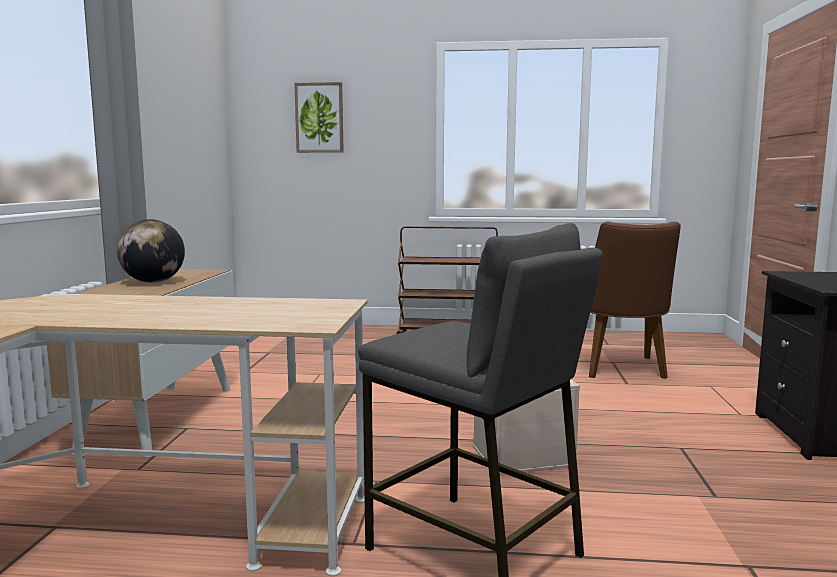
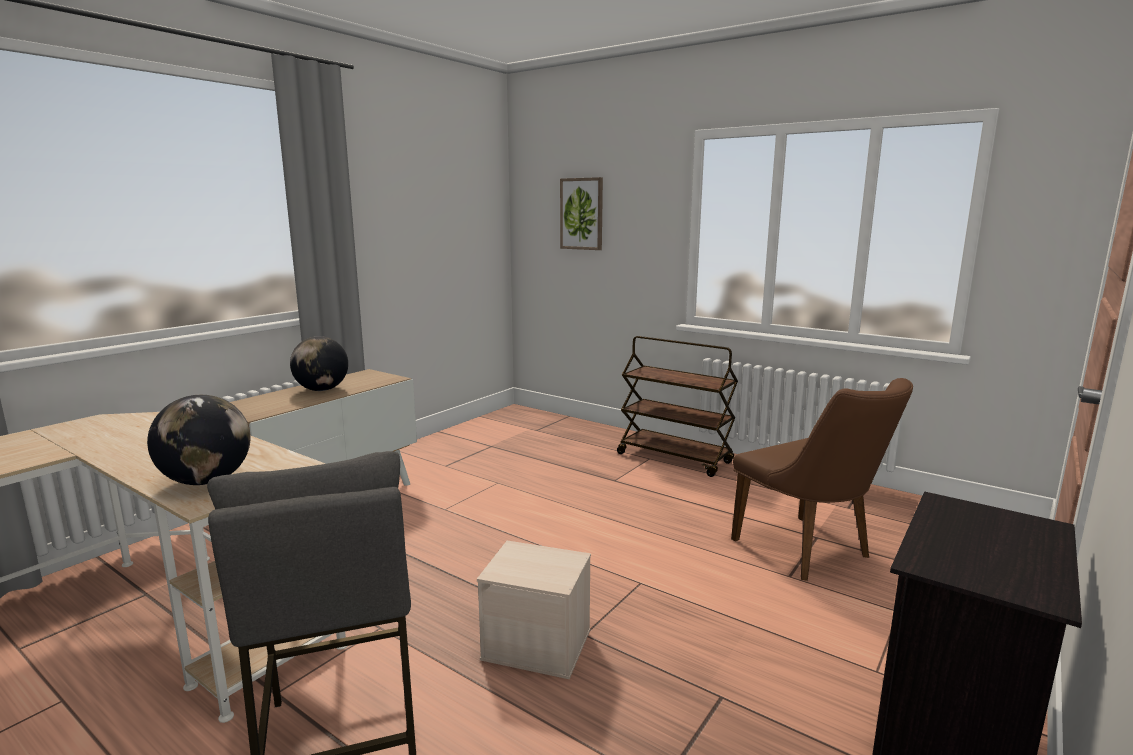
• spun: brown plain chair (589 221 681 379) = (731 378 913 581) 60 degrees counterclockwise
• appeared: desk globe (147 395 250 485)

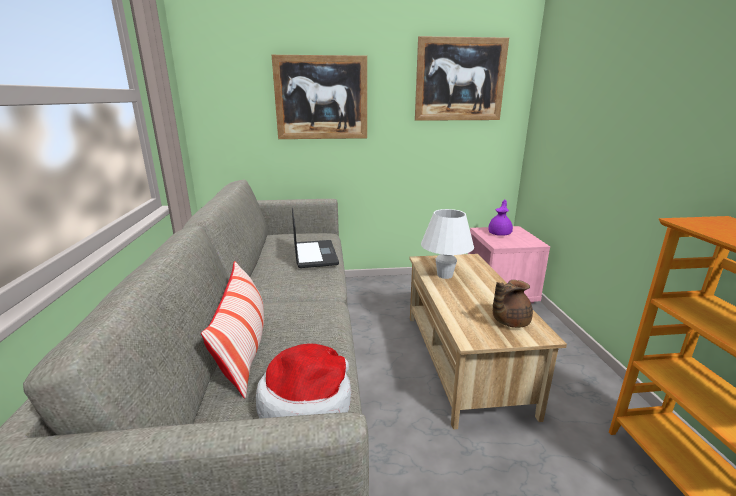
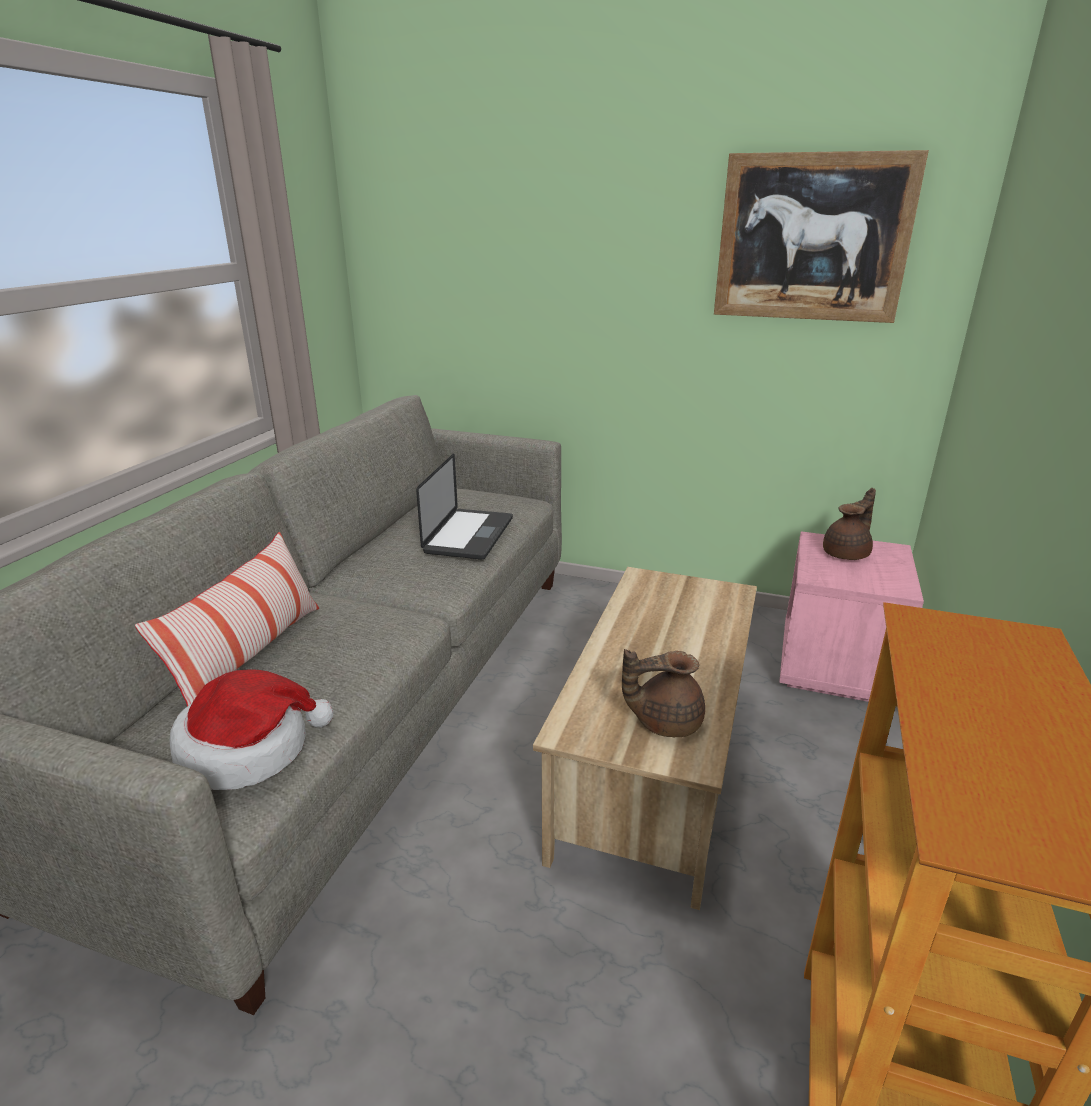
• missing: wall art (272 55 367 139)
• colour: purplish pot for tea (488 200 513 236) to brown pot for tea (823 488 876 560)
• missing: white-coloured tabletop lamp (421 209 474 279)

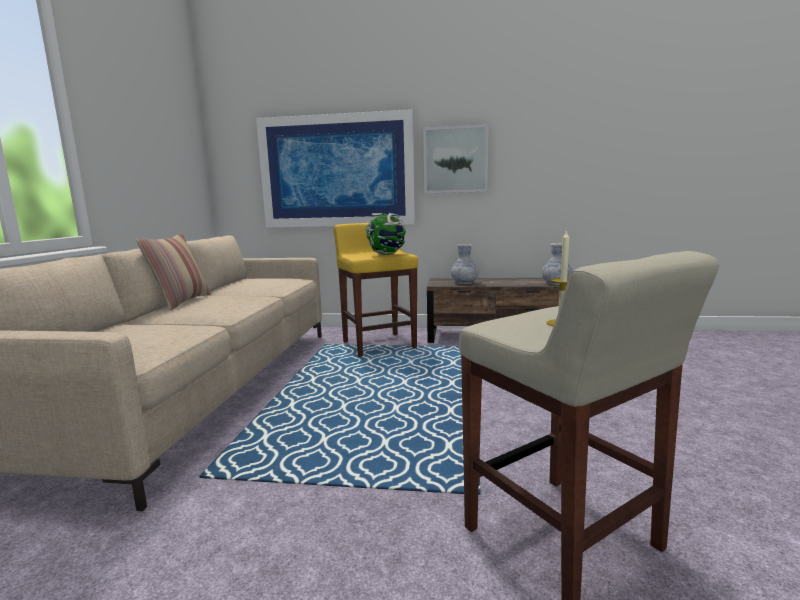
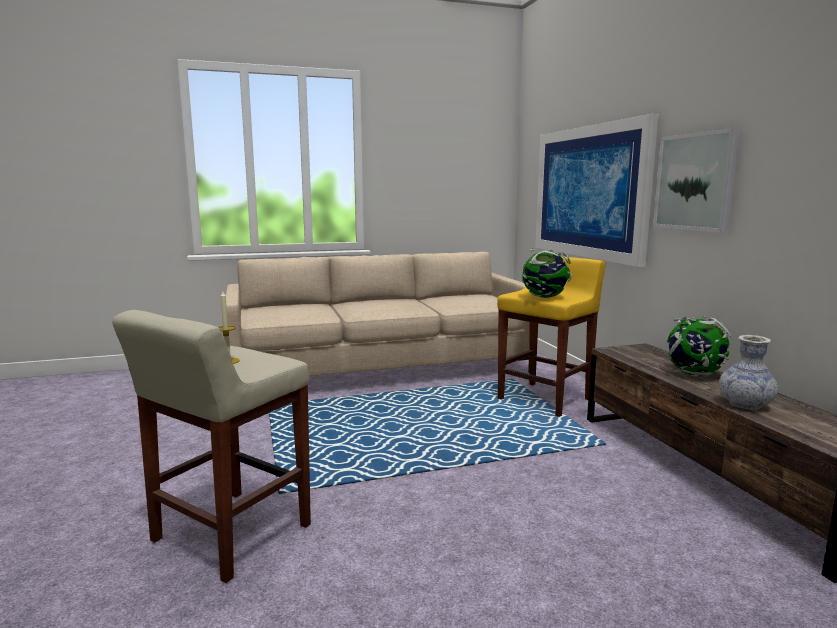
• missing: pillow (136 233 211 310)
• missing: vase (451 244 479 284)
• appeared: desk globe (667 316 731 377)

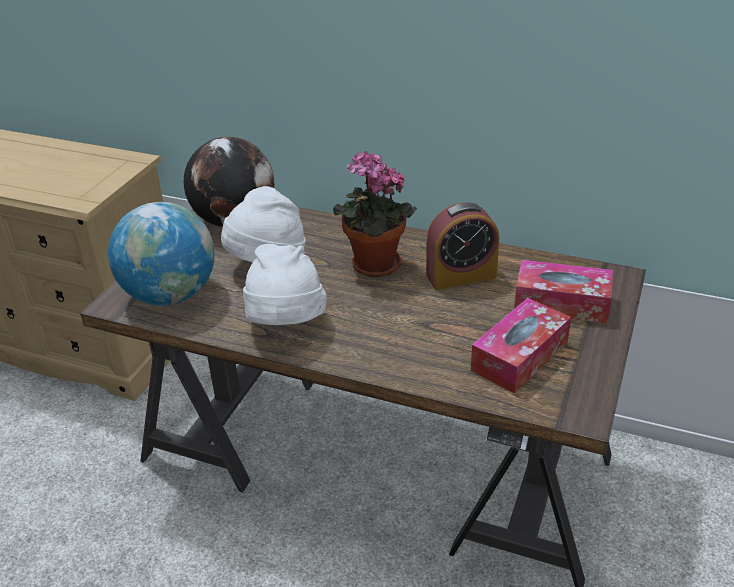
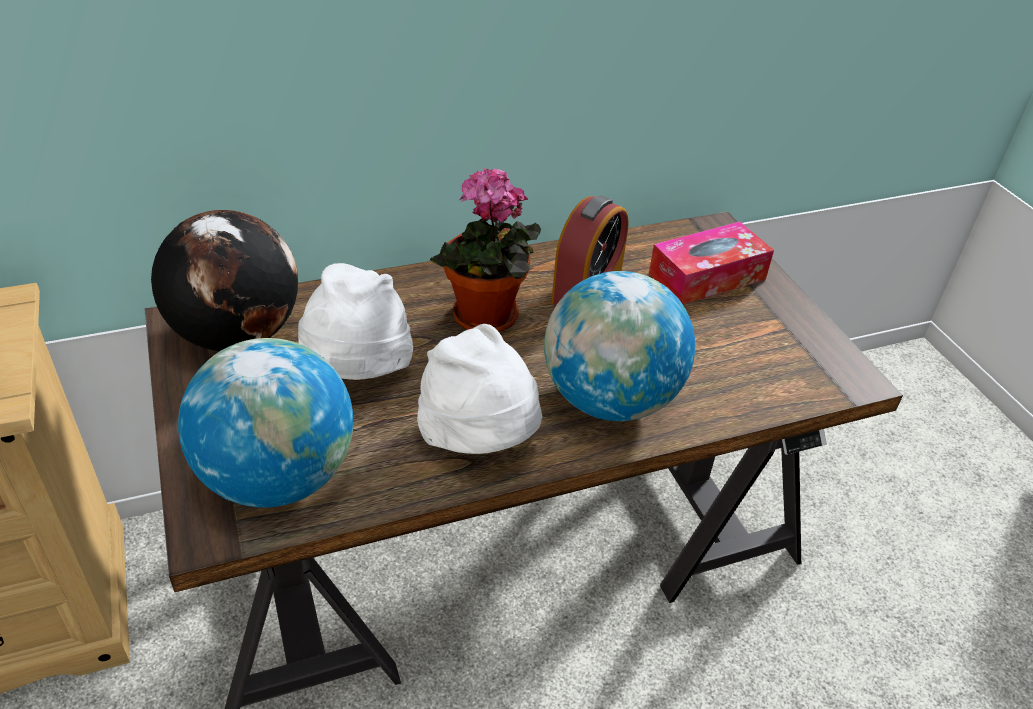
• missing: box of tissues (471 298 571 393)
• appeared: desk globe (544 271 695 421)

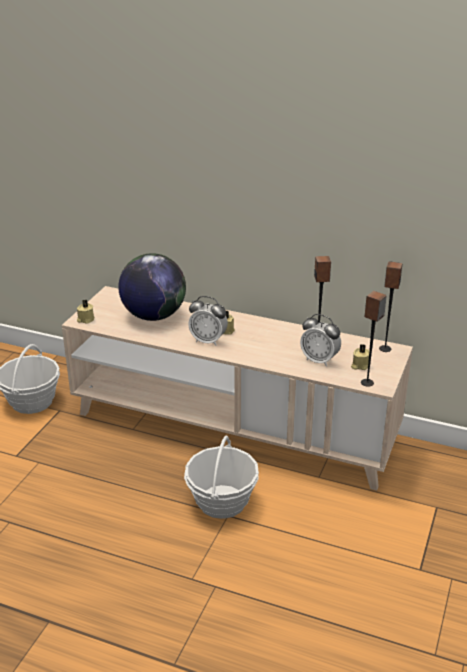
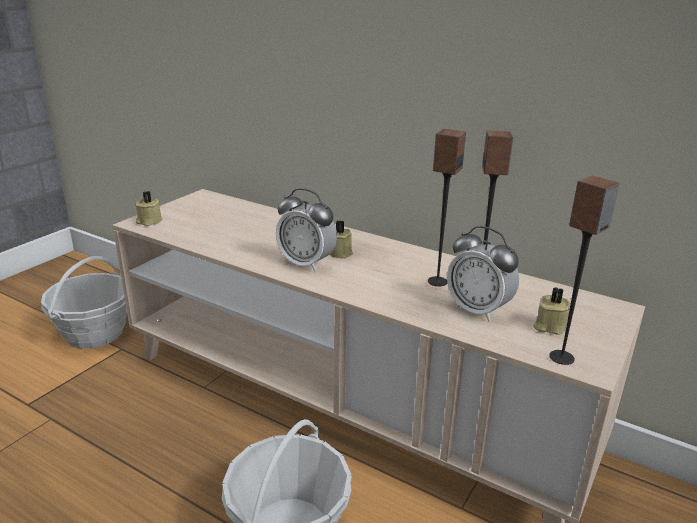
• missing: desk globe (118 253 186 321)
• relocated: speaker (379 261 402 352) to (428 129 466 286)

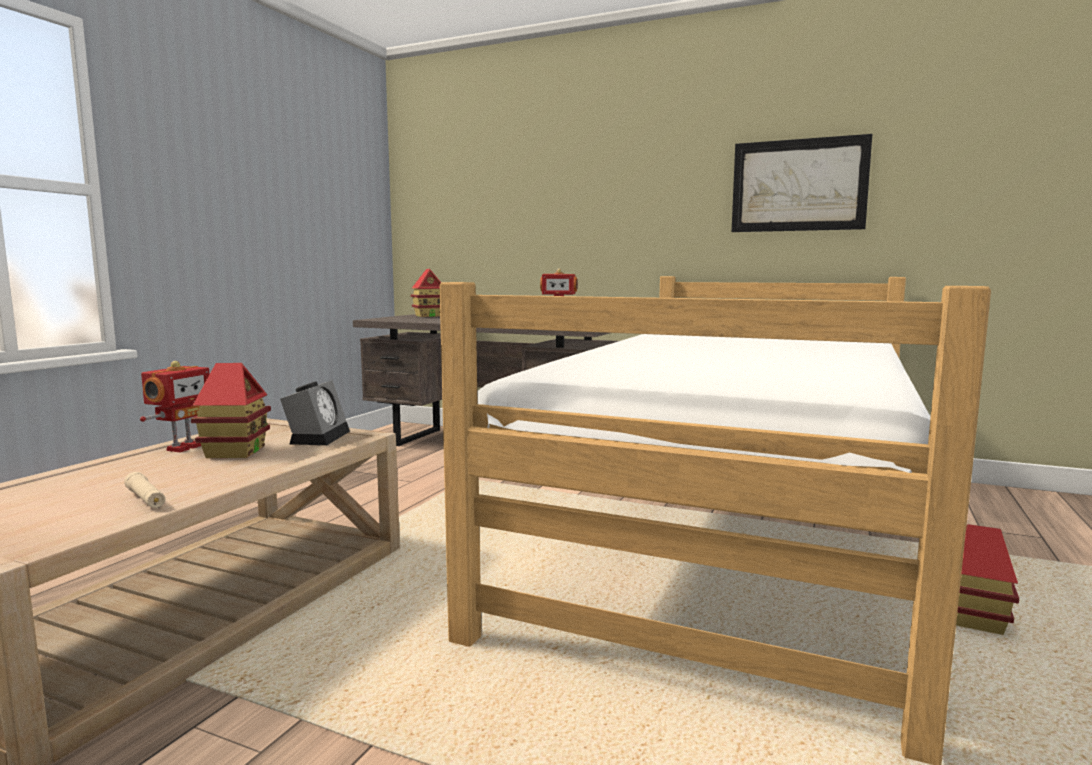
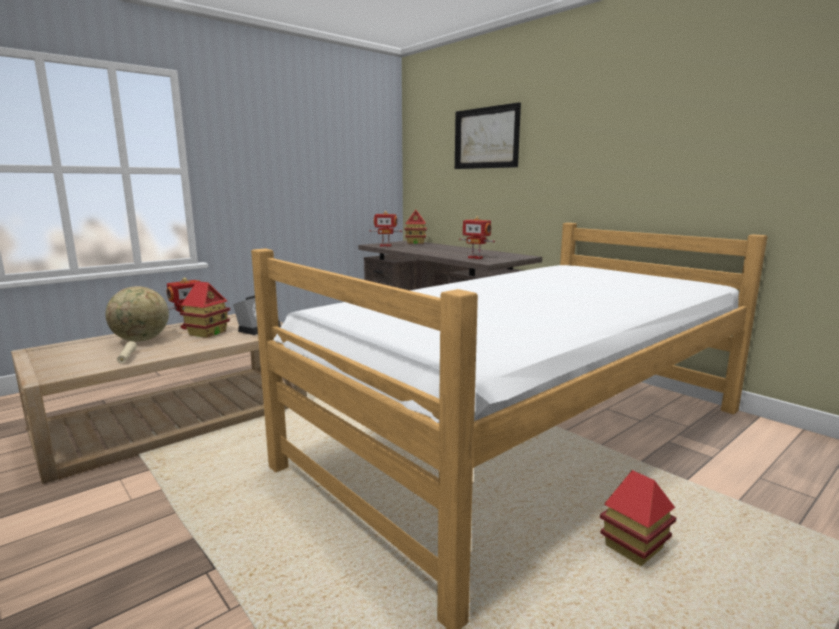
• relocated: wall art (732 134 872 232) to (455 102 521 169)
• appeared: toy robot (370 211 402 247)
• appeared: desk globe (105 286 169 342)

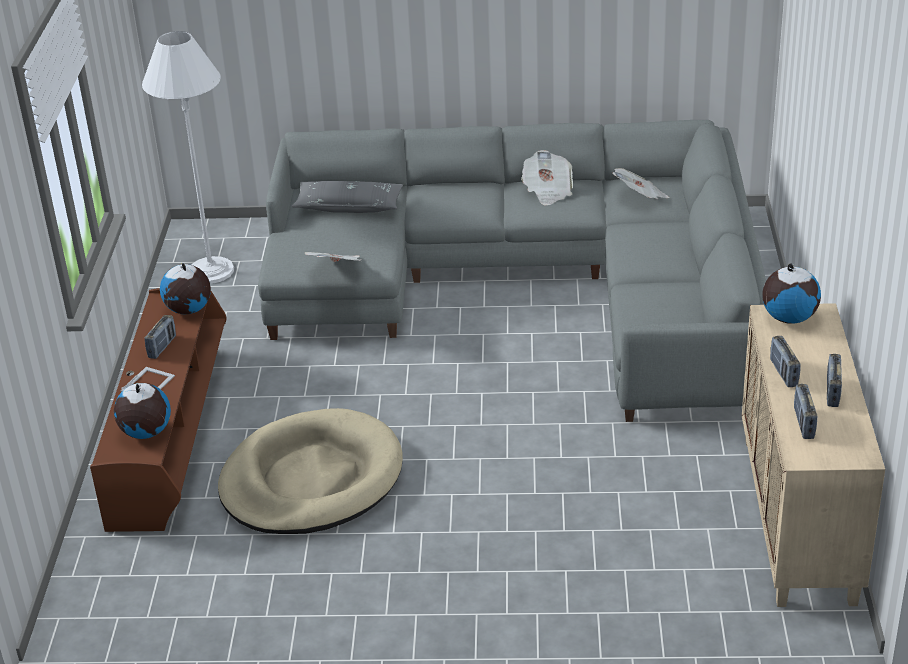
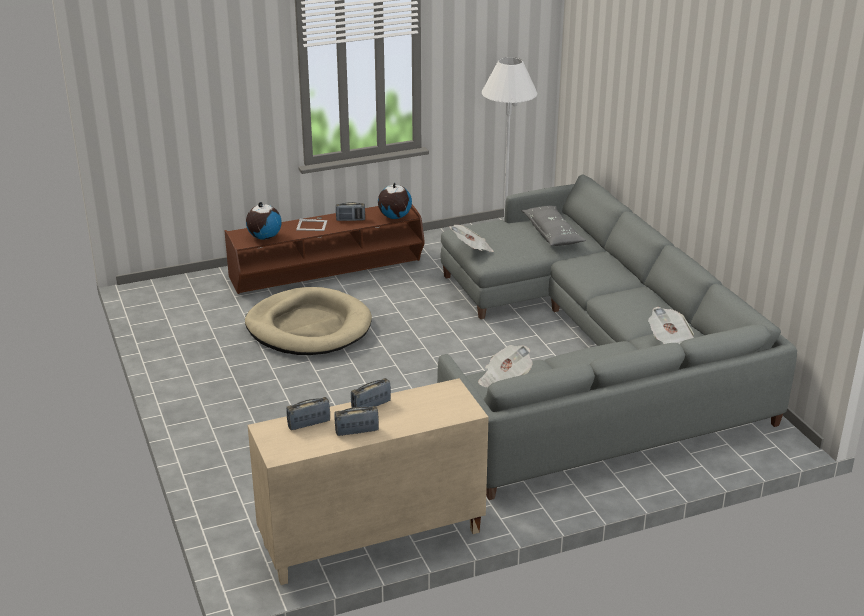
• relocated: newspaper (521 150 573 206) to (478 345 533 388)
• missing: desk globe (762 263 821 324)

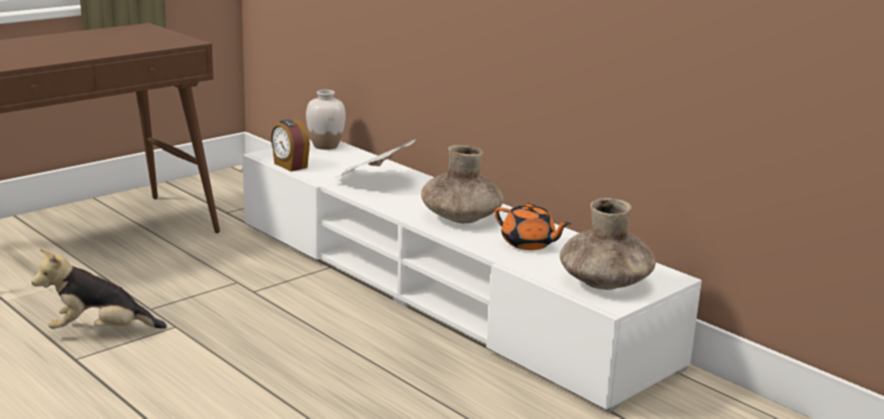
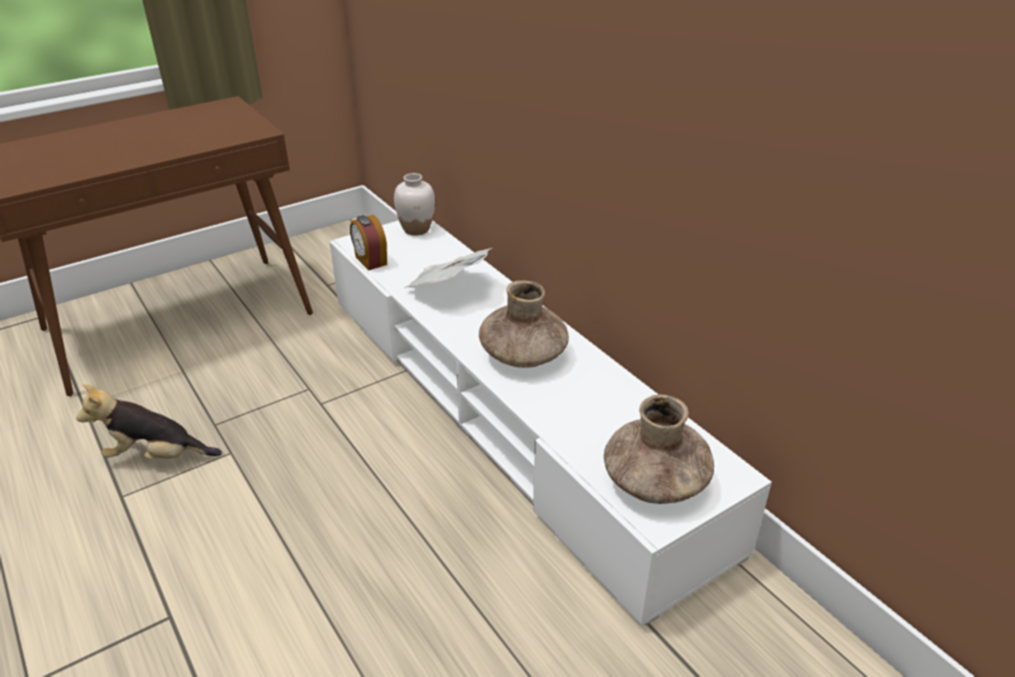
• missing: orange pot for tea (494 203 571 250)

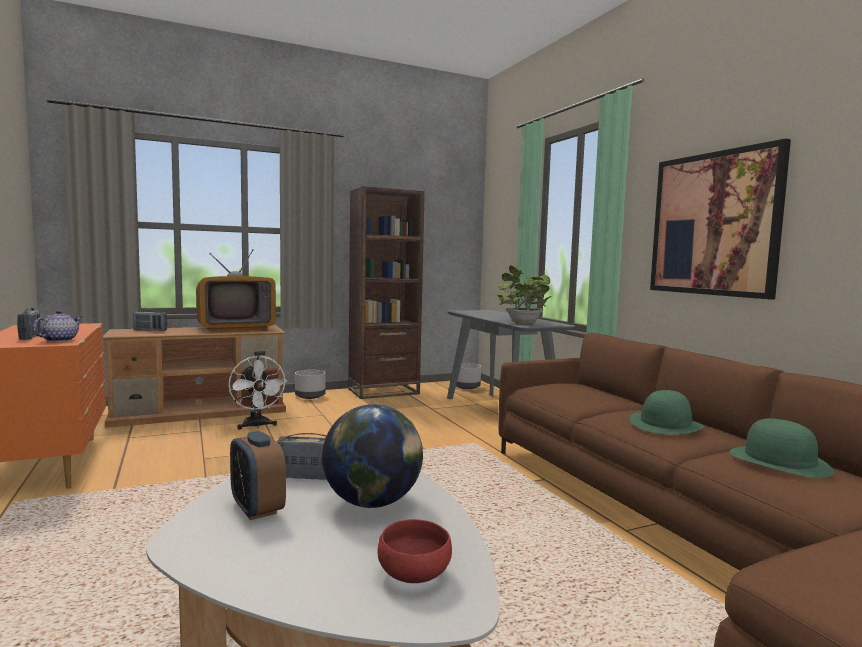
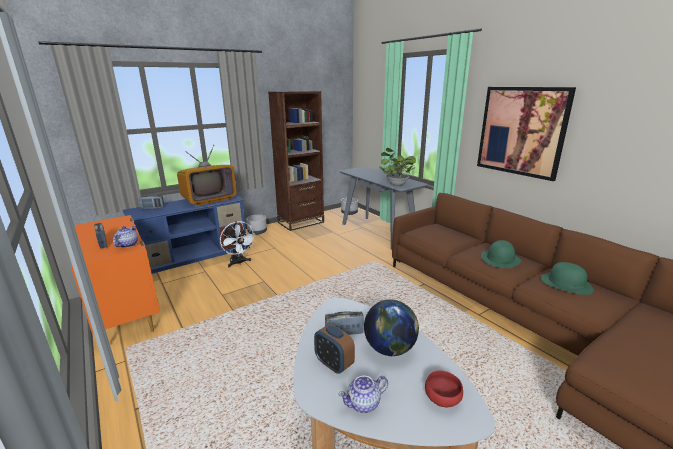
• colour: brown tv stand (103 325 286 428) to blue tv stand (123 194 250 274)
• appeared: pot for tea (338 376 388 413)

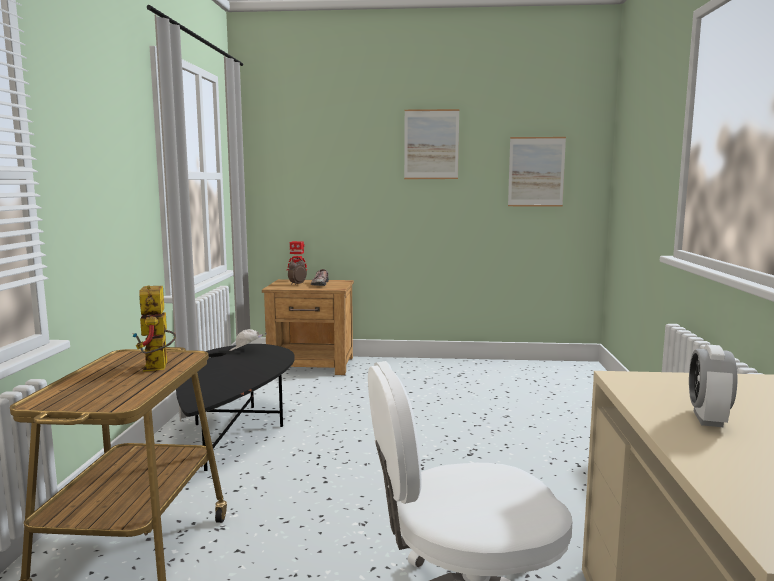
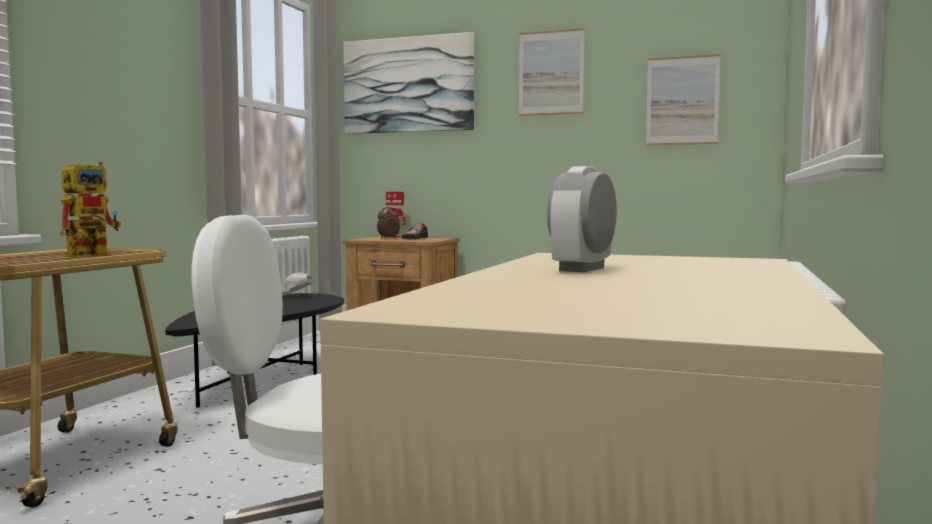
• spun: toy robot (132 286 176 372) = (60 161 121 258) 150 degrees counterclockwise
• appeared: wall art (343 32 474 134)

